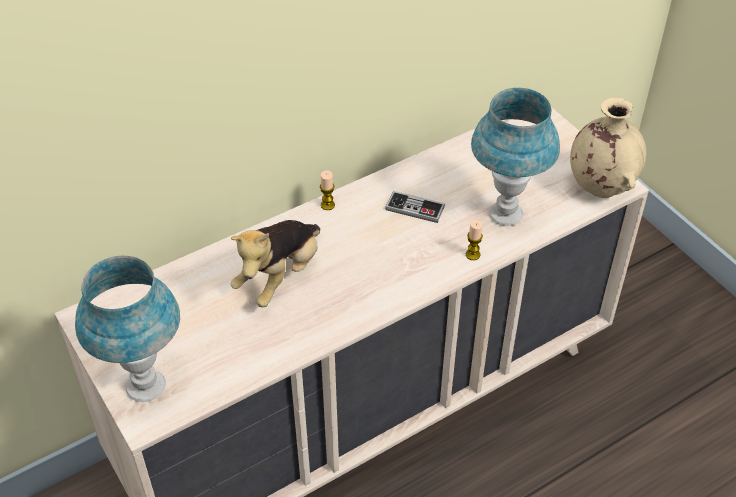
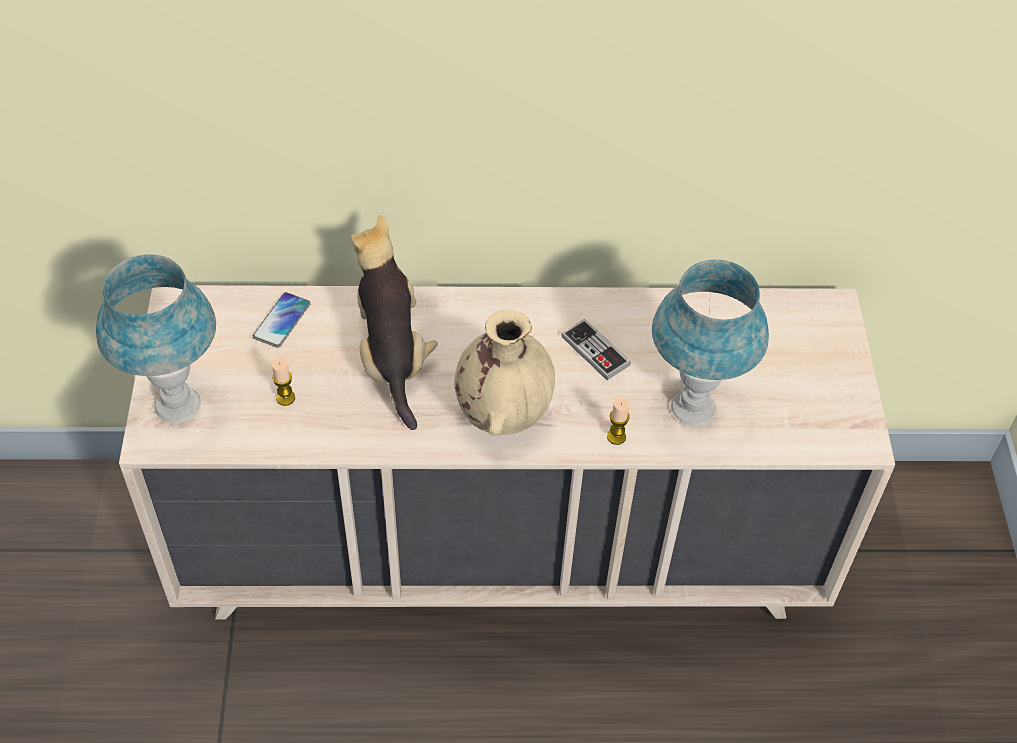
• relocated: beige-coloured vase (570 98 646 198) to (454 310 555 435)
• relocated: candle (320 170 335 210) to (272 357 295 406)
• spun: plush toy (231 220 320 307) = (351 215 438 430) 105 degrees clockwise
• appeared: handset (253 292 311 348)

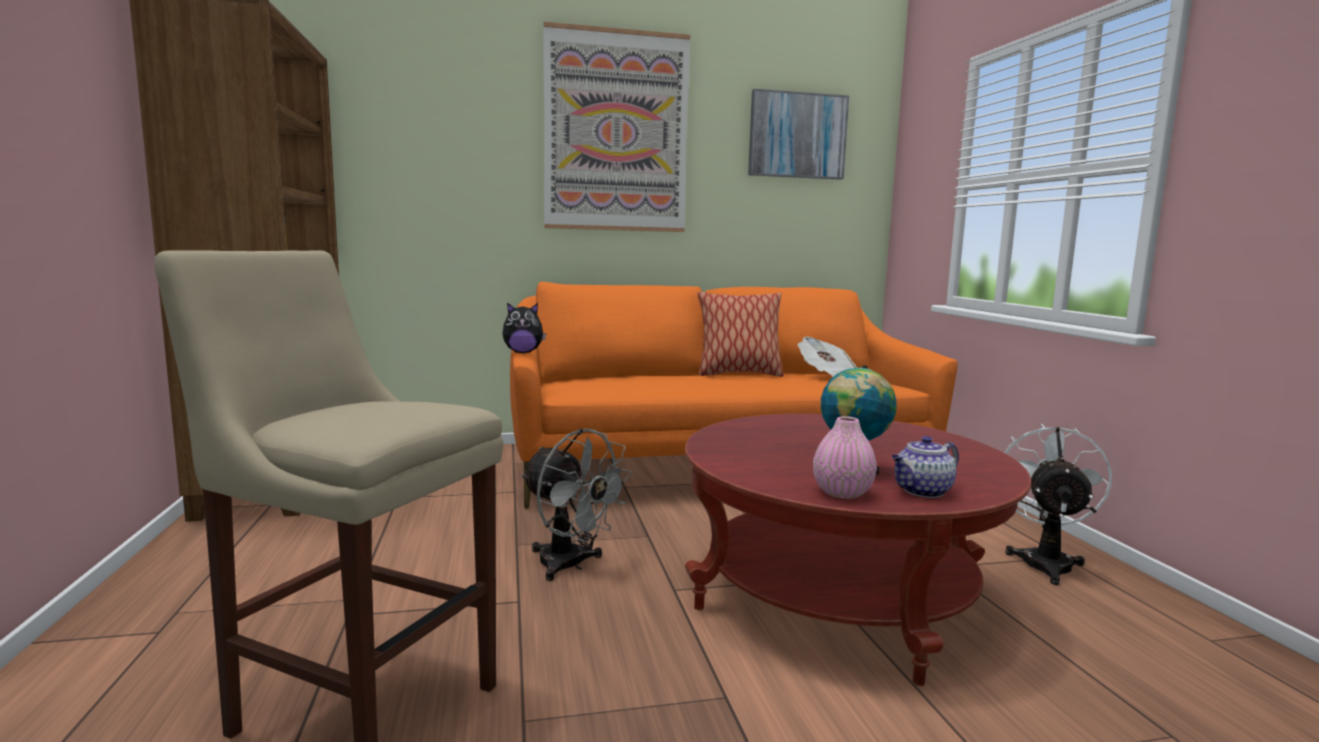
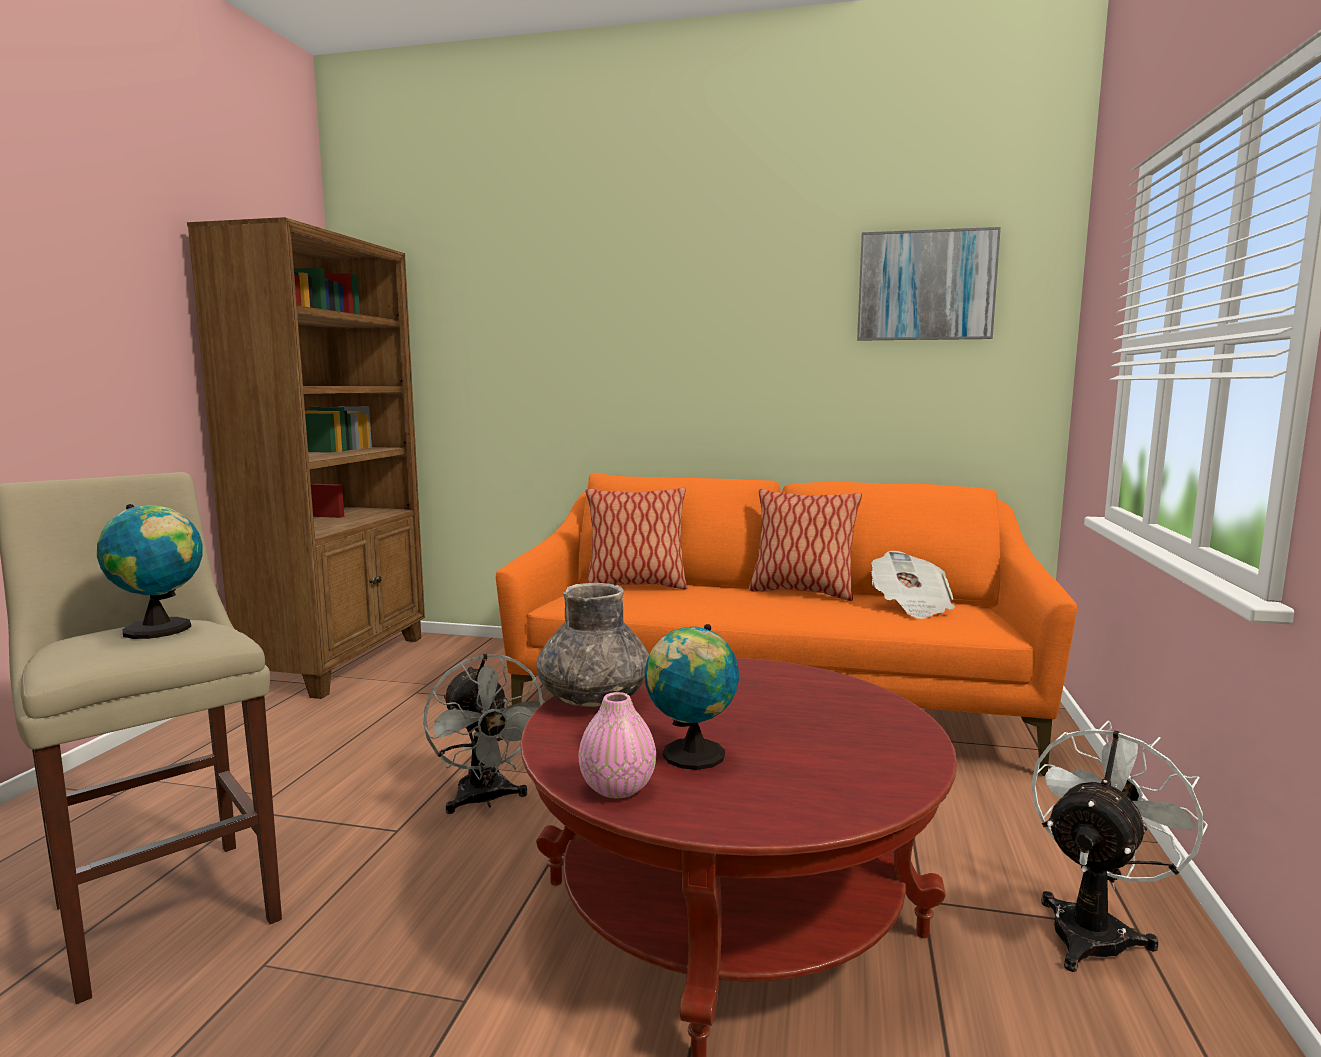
• missing: wall art (543 22 690 232)
• missing: plush toy (502 303 546 353)
• missing: pot for tea (892 436 959 498)
• appeared: pillow (585 487 687 589)
• appeared: desk globe (97 504 203 639)
• appeared: greyish vase (536 583 649 707)

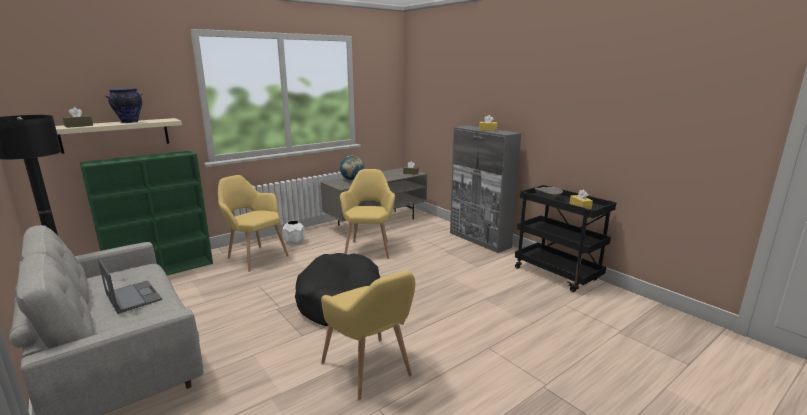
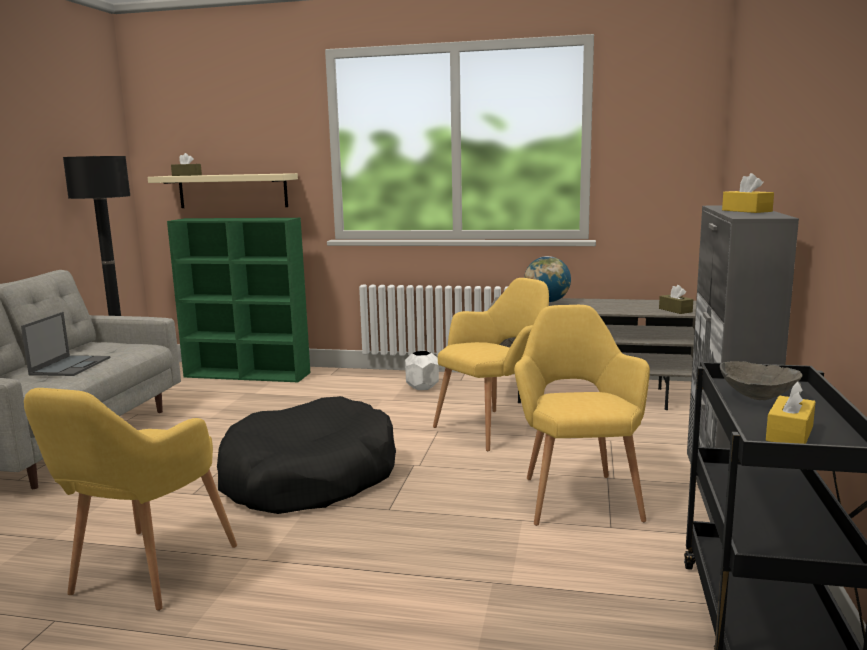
• missing: vase (105 88 142 123)
• relocated: yellowish lounge chair (218 175 289 272) to (514 305 650 526)

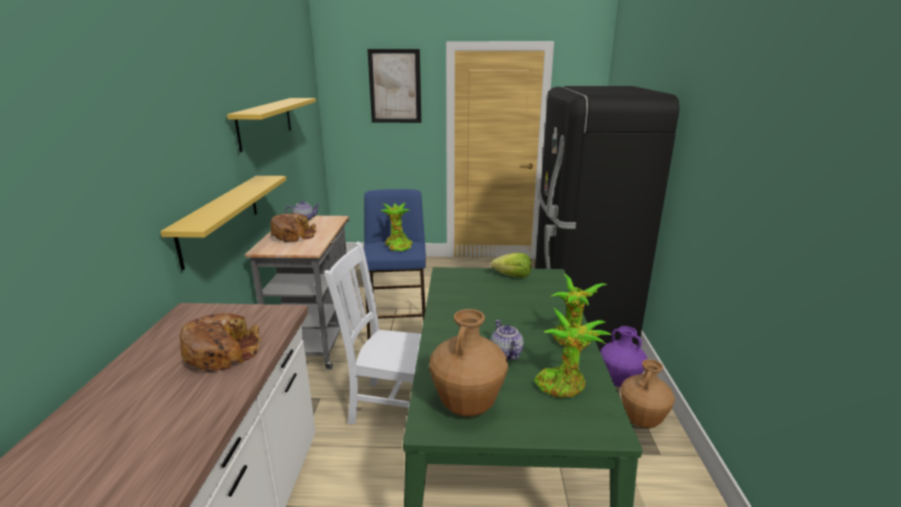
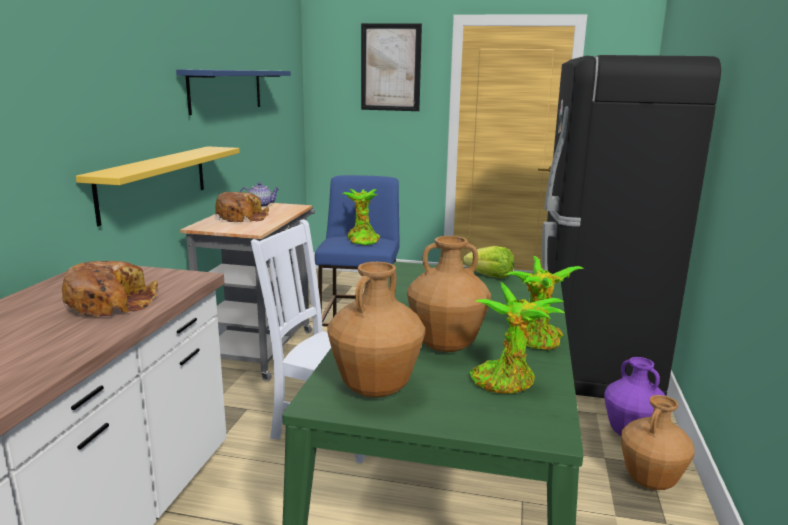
• colour: yellowish wall shelf (227 98 316 152) to blue wall shelf (176 69 291 115)
• exchanged: pot for tea (490 320 524 361) to brown vase (407 236 491 352)

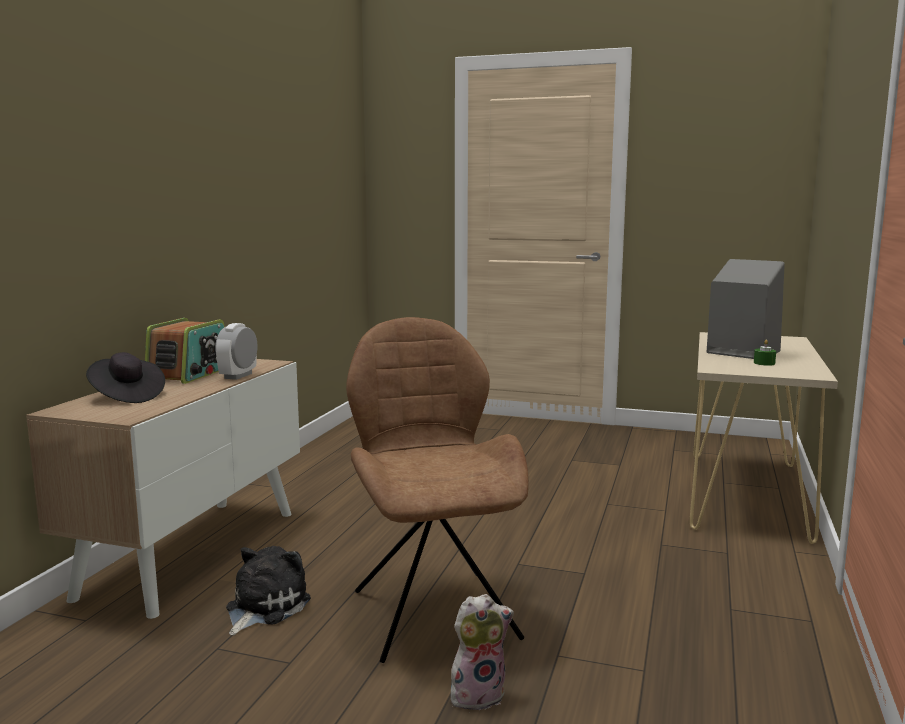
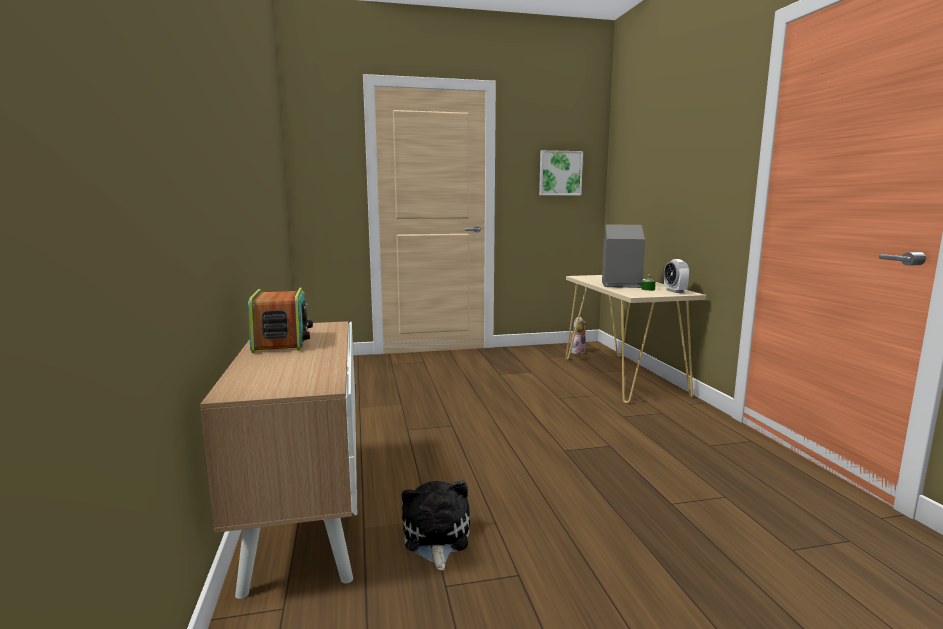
• missing: brown plain chair (346 317 529 663)
• relocated: table clock (215 323 257 380) to (664 259 690 293)
• missing: black-coloured wearable hat (86 352 165 403)
• relocated: plush toy (451 594 514 711) to (570 317 586 354)
• appeared: wall art (539 150 583 195)

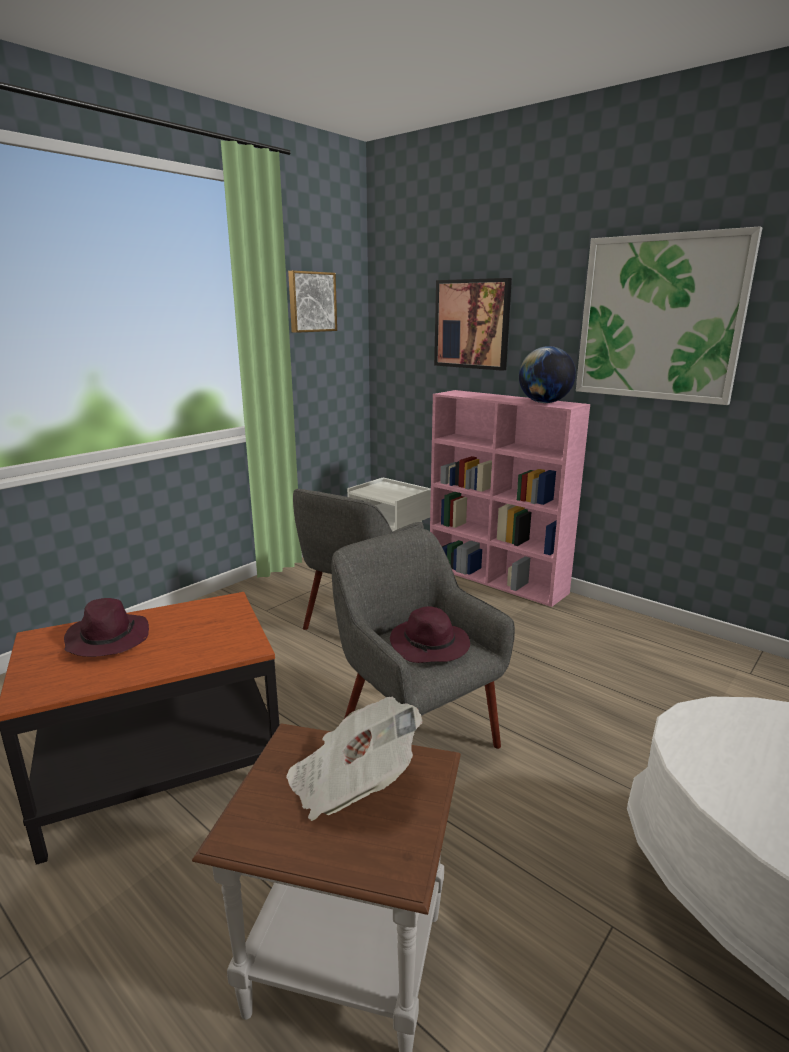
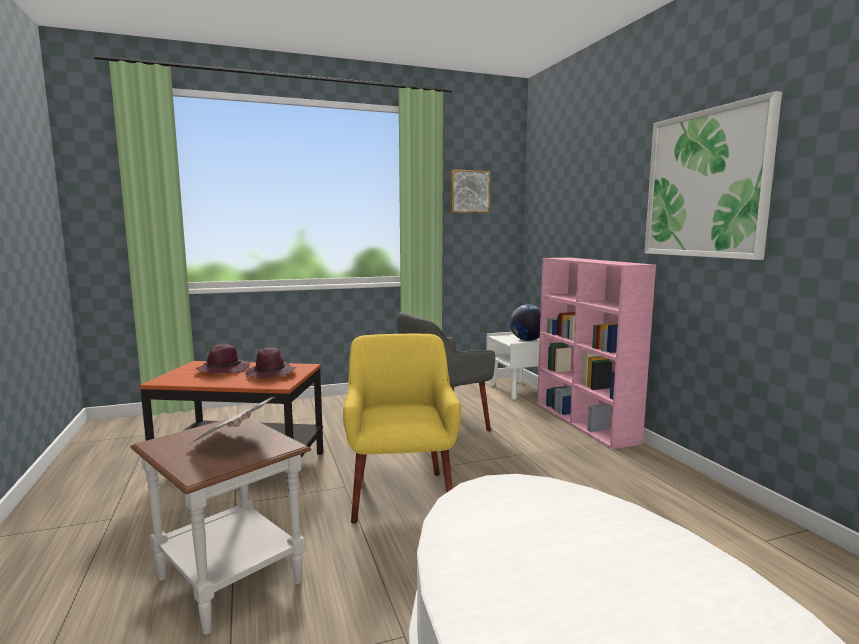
• missing: wall art (434 278 512 371)
• relocated: desk globe (519 346 576 403) to (510 304 541 341)
• colour: greyish lounge chair (332 528 515 749) to yellowish lounge chair (343 334 461 524)
• relocated: purplish wearable hat (390 606 470 663) to (246 348 296 378)

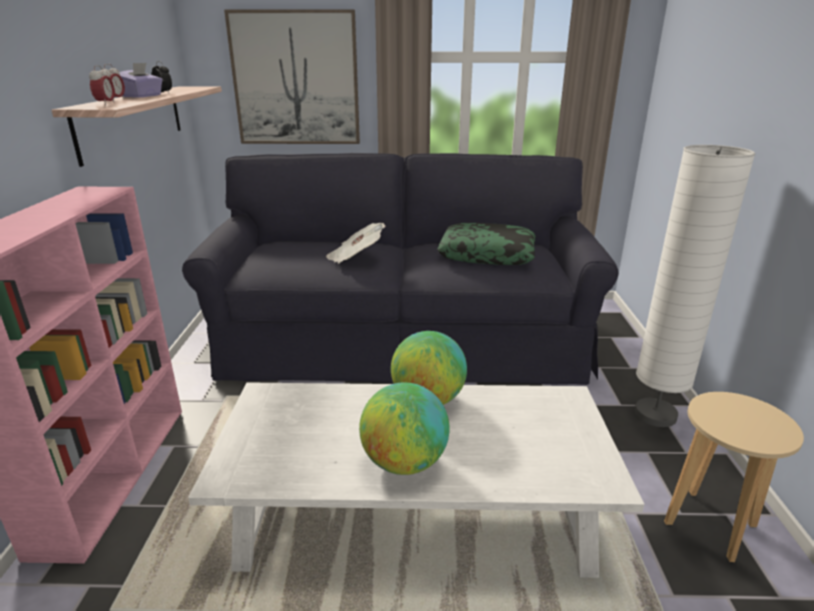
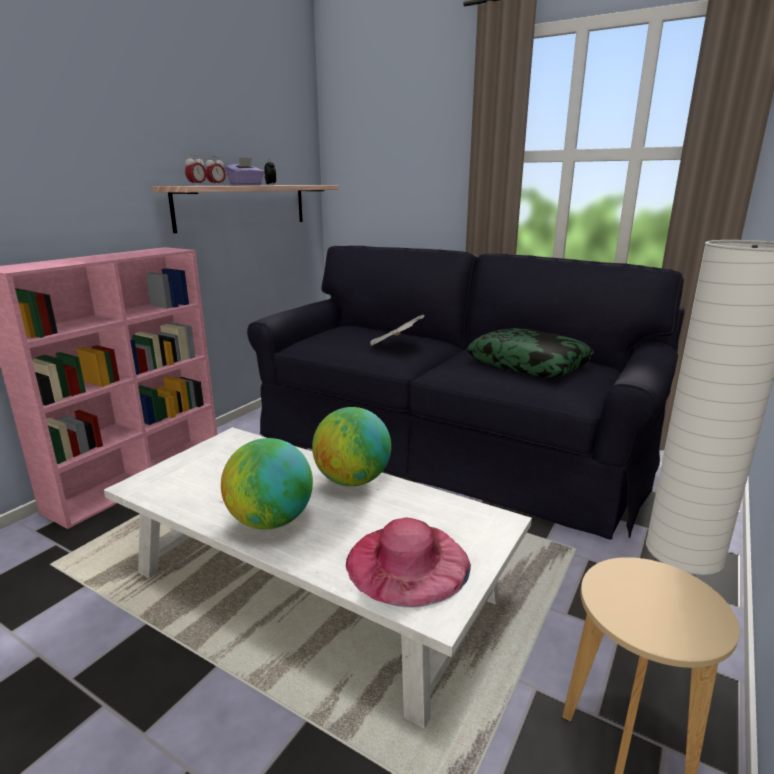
• missing: wall art (224 9 360 144)
• appeared: pink wearable hat (346 517 471 607)

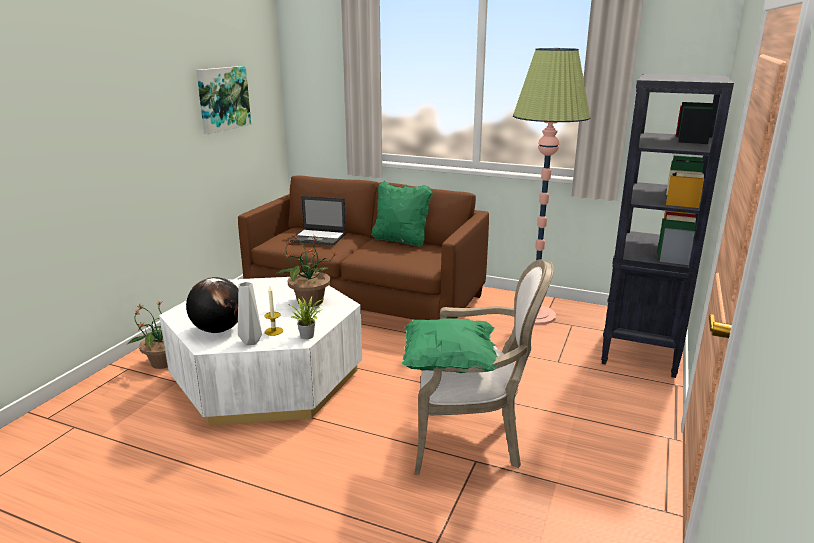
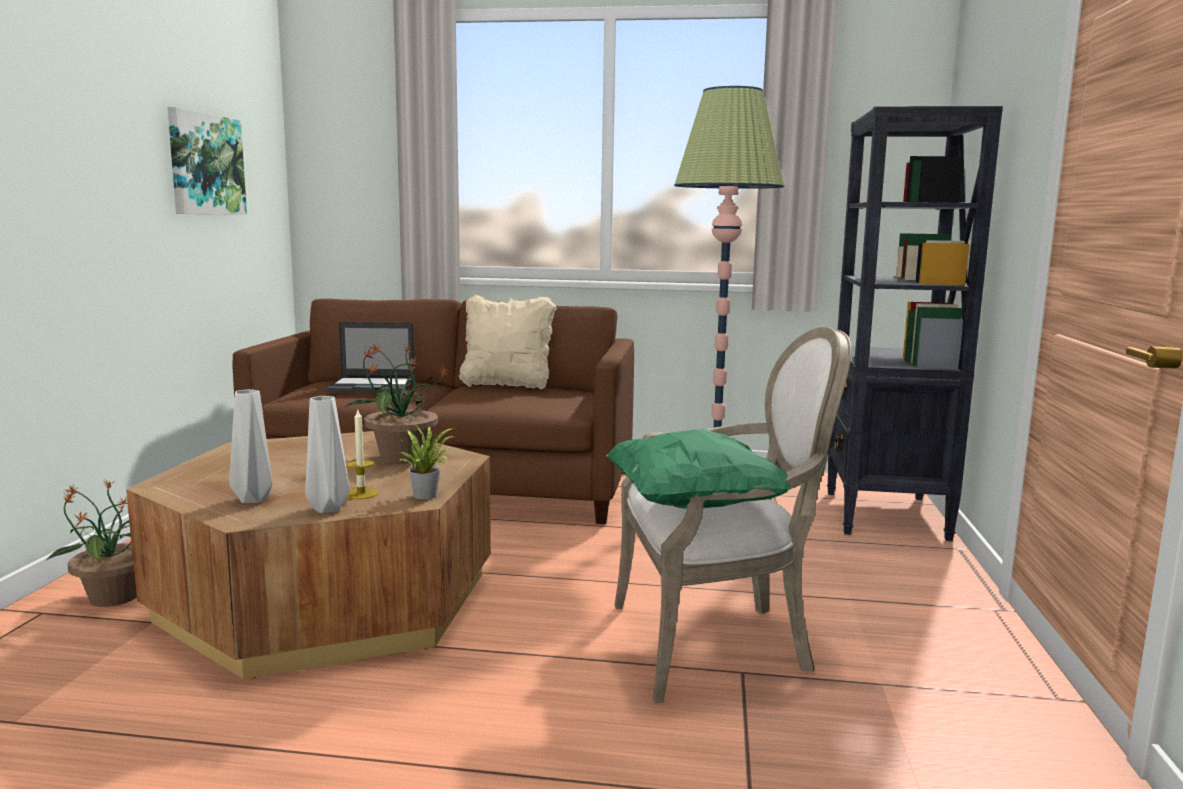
• colour: green pillow (372 181 433 247) to beige-coloured pillow (459 294 557 389)
• colour: white-coloured coffee table (159 277 362 426) to brown coffee table (126 431 491 679)
• exchanged: desk globe (186 277 238 333) to greyish vase (229 389 272 503)

